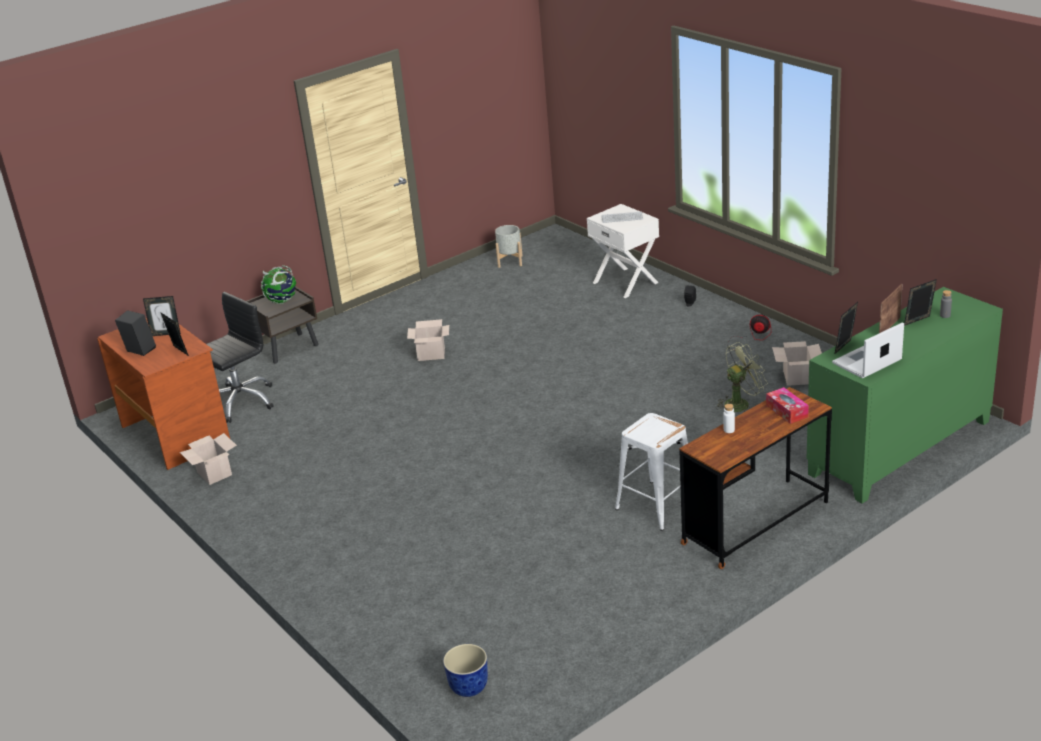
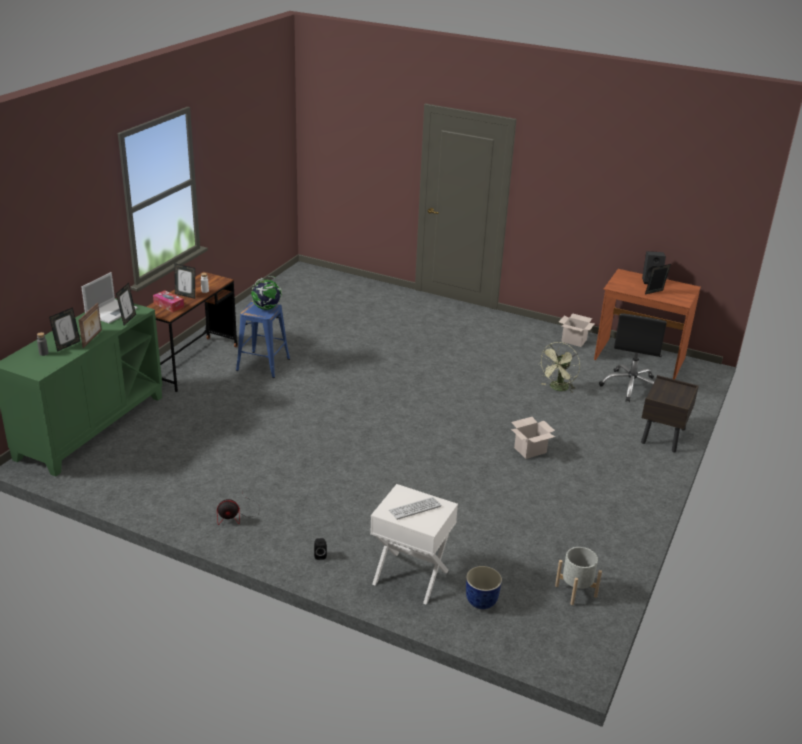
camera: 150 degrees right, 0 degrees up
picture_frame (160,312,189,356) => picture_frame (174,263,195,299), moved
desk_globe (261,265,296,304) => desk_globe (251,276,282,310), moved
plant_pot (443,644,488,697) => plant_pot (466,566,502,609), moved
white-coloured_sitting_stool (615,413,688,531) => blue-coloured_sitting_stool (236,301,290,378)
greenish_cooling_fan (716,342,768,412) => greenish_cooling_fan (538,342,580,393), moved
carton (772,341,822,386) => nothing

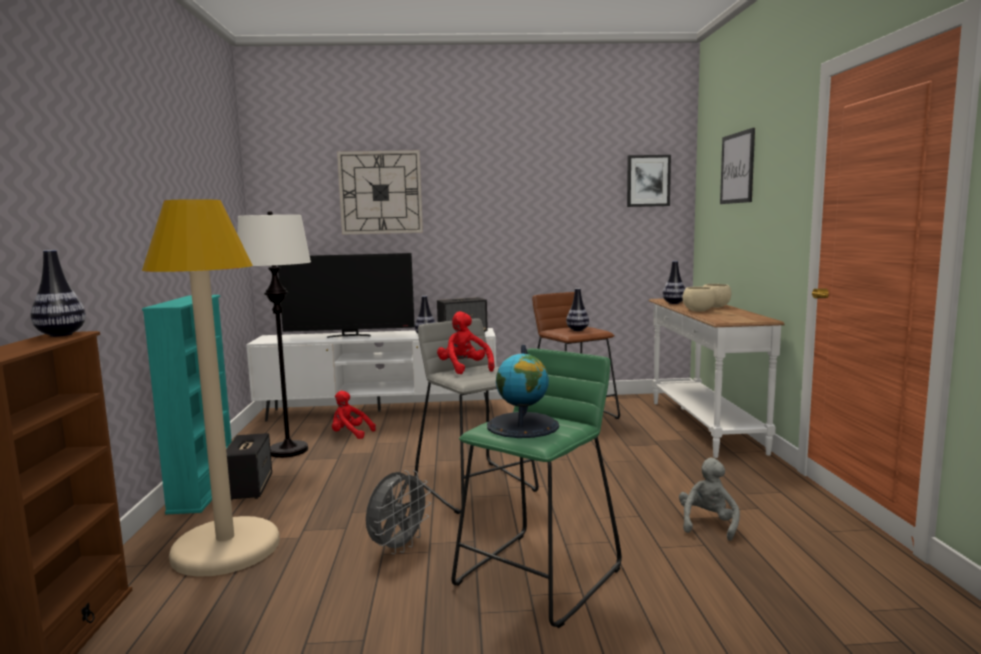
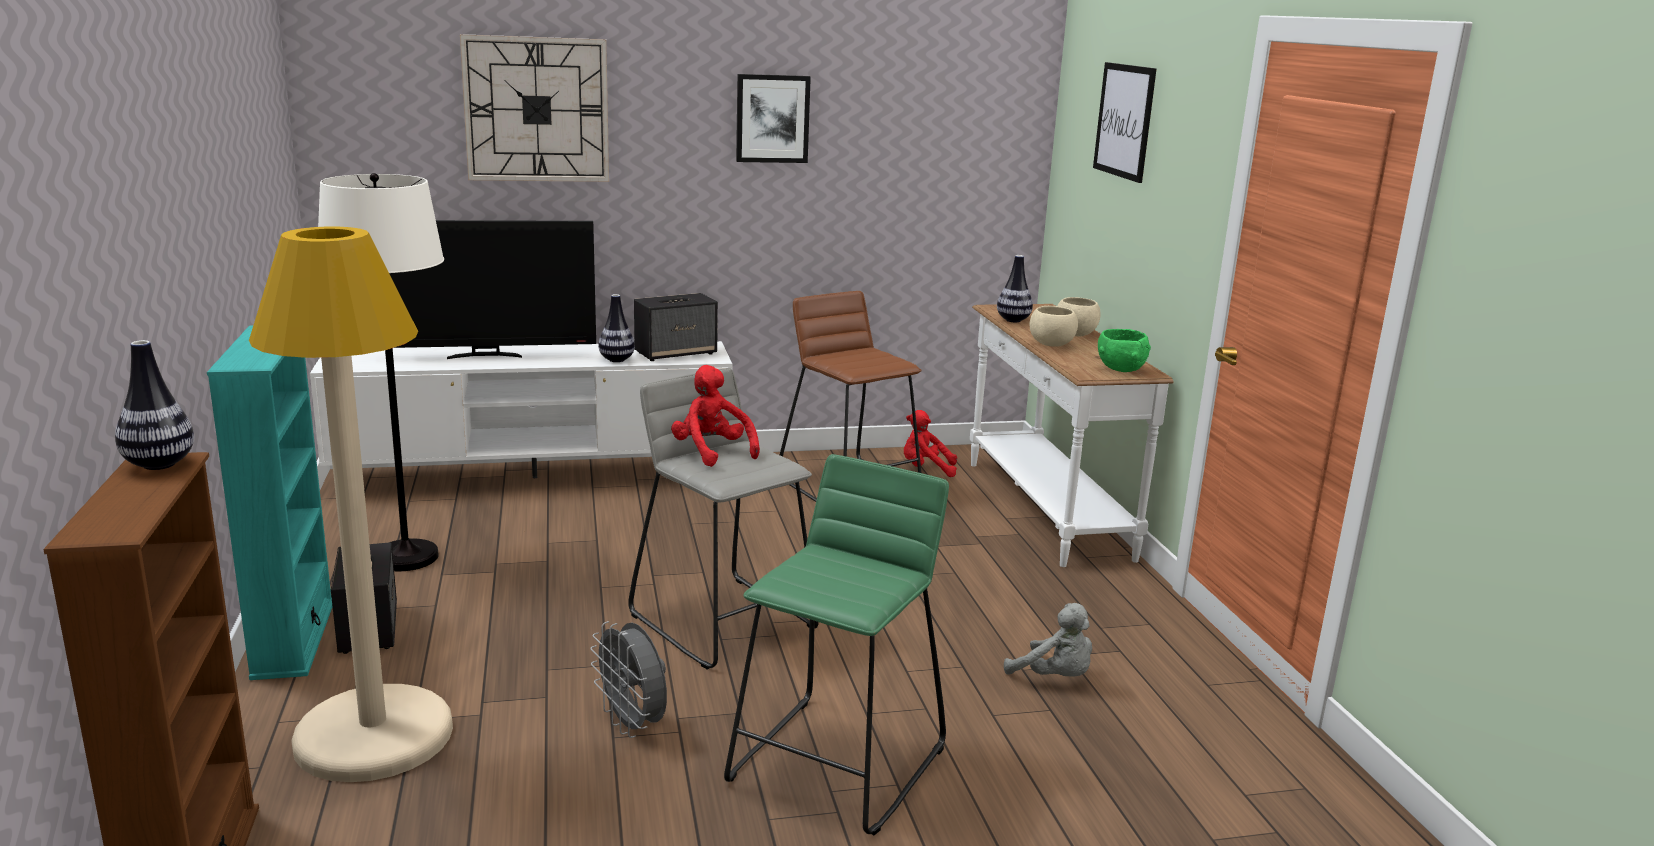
camera: 10 degrees left, 10 degrees up
reddish_cuddly_toy (332,391,376,439) => reddish_cuddly_toy (904,410,957,477), moved
gray_cooling_fan (366,470,431,554) => gray_cooling_fan (590,621,667,738), 120 degrees clockwise
desk_globe (487,345,559,438) => nothing
decorative_vase (566,288,589,331) => nothing
picture (627,155,671,207) => picture (736,74,811,163), moved
gray_cuddly_toy (679,458,740,541) => gray_cuddly_toy (1004,603,1092,676), 120 degrees clockwise
nothing => greenish_deep_dish (1098,329,1151,372)

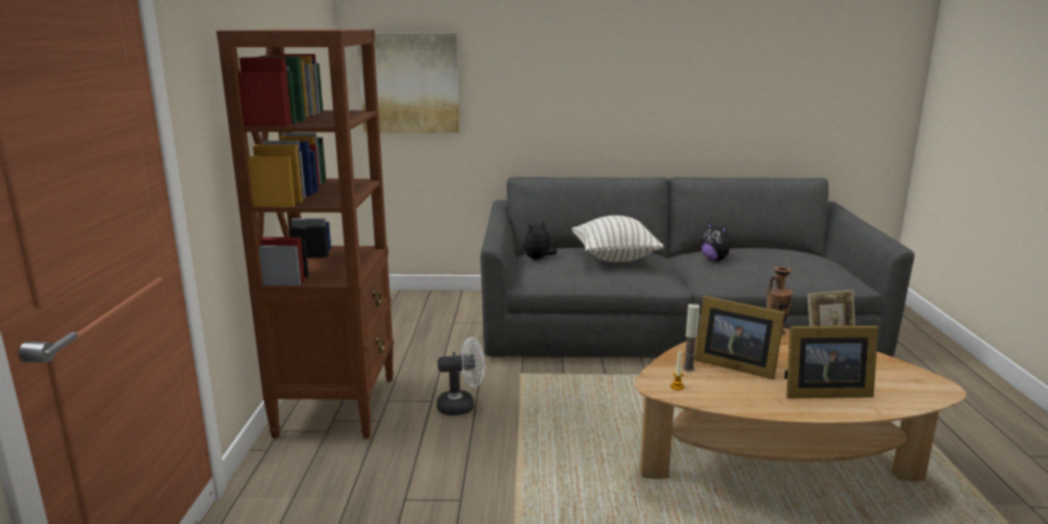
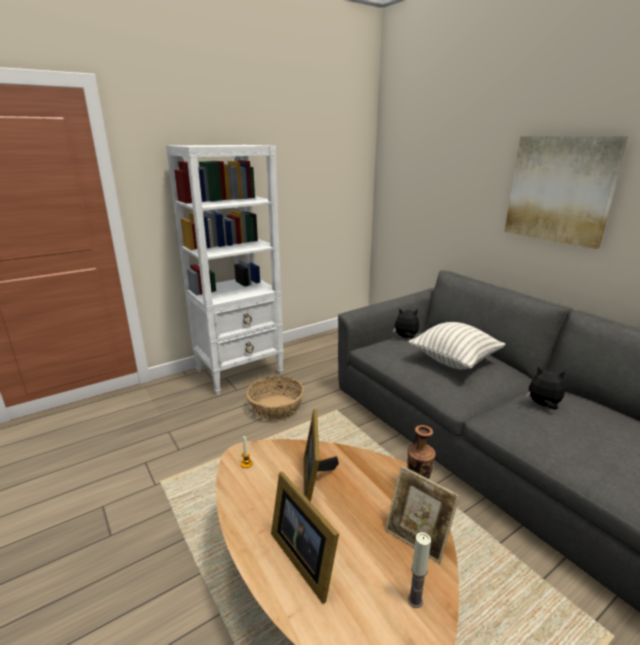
camera: 55 degrees right, 5 degrees up
brownish_bookshelf (216,29,394,439) => white-coloured_bookshelf (166,145,284,395)
picture (358,33,459,133) => picture (504,136,628,249), moved
white-coloured_cooling_fan (437,337,485,416) => storage_basket (246,376,304,420)
wax_light (683,304,700,371) => wax_light (408,532,431,608), moved
cuddly_toy (701,222,735,261) => cuddly_toy (526,366,565,410), 90 degrees clockwise

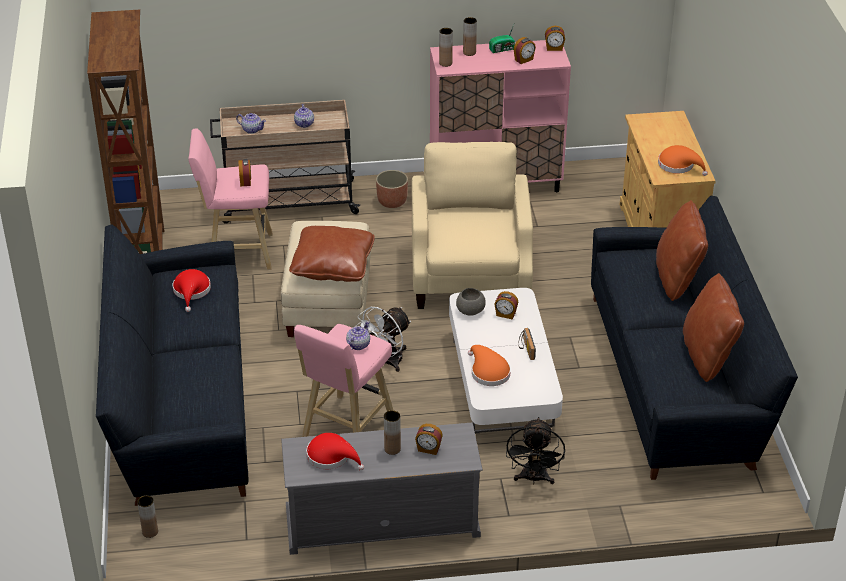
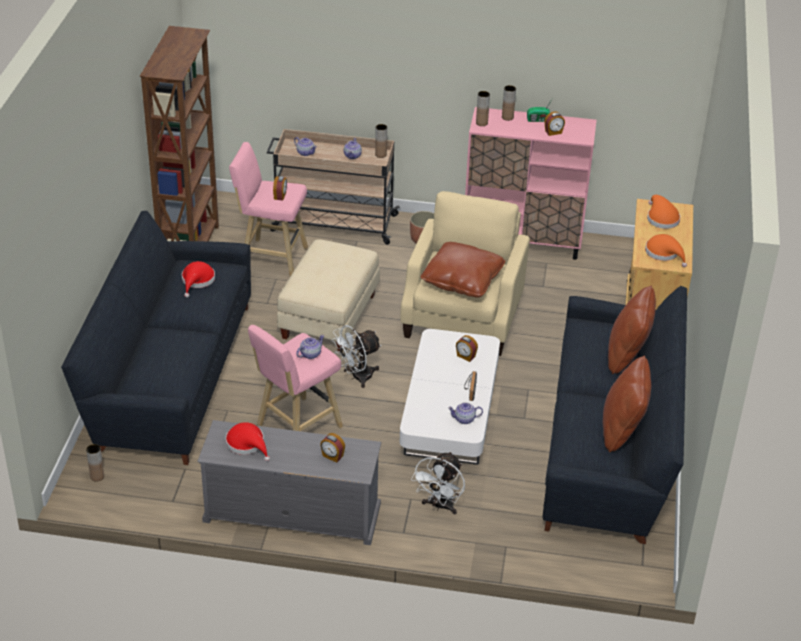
camera: 15 degrees right, 0 degrees up
brownish_pillow (289,226,375,282) => brownish_pillow (421,242,505,298), moved
brownish_decorative_vase (384,410,401,455) => brownish_decorative_vase (375,124,387,158), moved
gray_deep_dish (456,288,486,316) => nothing
orange-coloured_wearable_hat (468,345,511,386) => orange-coloured_wearable_hat (647,195,680,229), moved
black-coloured_cooling_fan (506,417,565,484) => white-coloured_cooling_fan (411,451,465,515)
bedside_clock (545,26,565,51) => nothing
nothing => tea_pot (448,402,483,424)

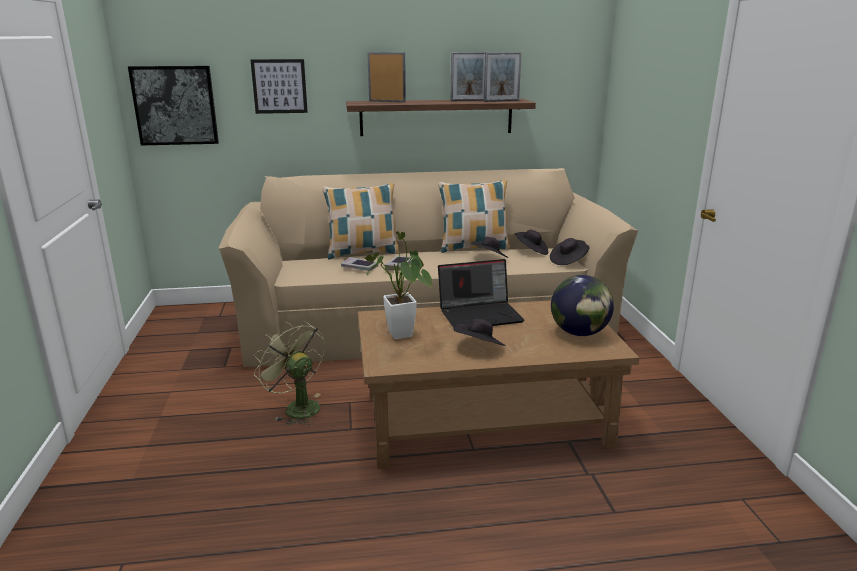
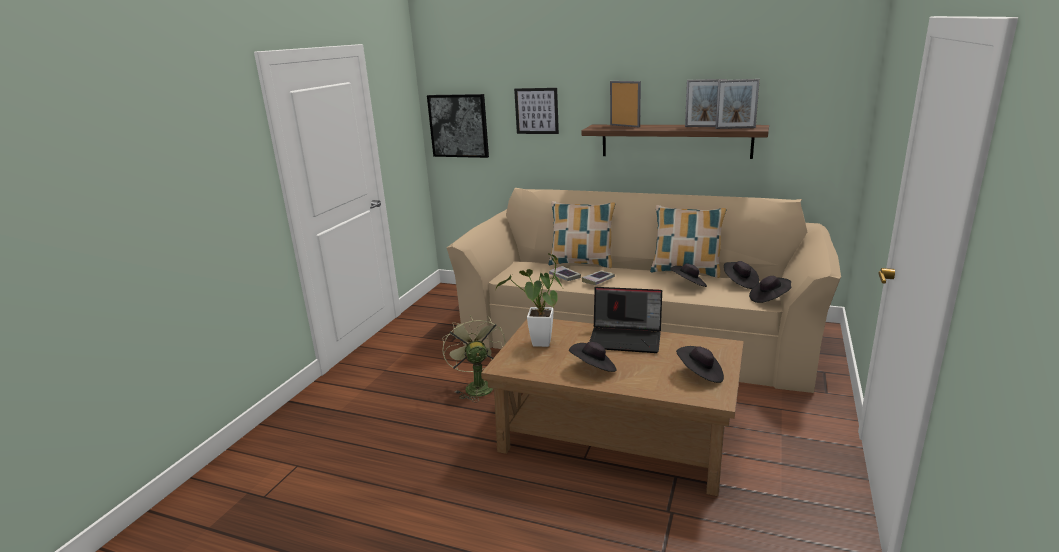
camera: 30 degrees right, 0 degrees up
desk_globe (551,275,614,336) => black-coloured_wearable_hat (676,346,724,383)

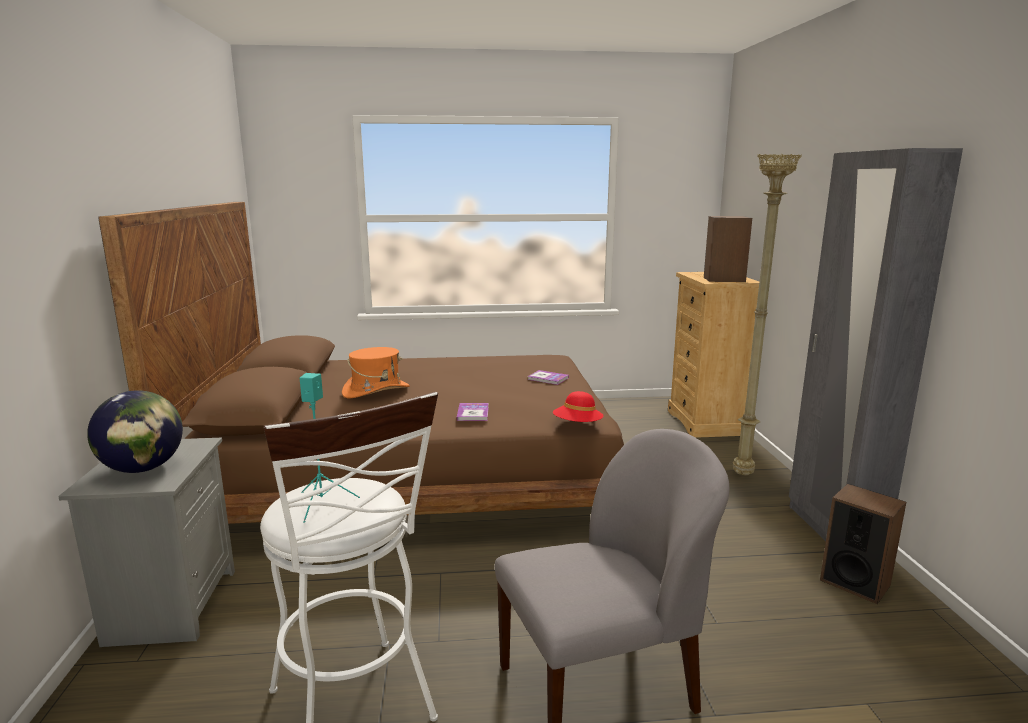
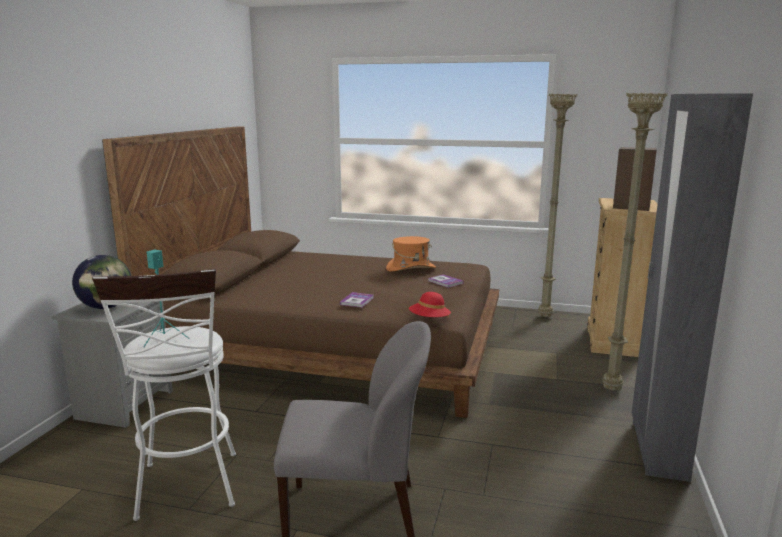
camera: 20 degrees right, 0 degrees up
orange-coloured_wearable_hat (342,347,410,398) => orange-coloured_wearable_hat (386,236,436,272), moved
audio_speaker (820,484,906,604) => nothing
nothing => beige_floor_lamp (538,94,577,317)

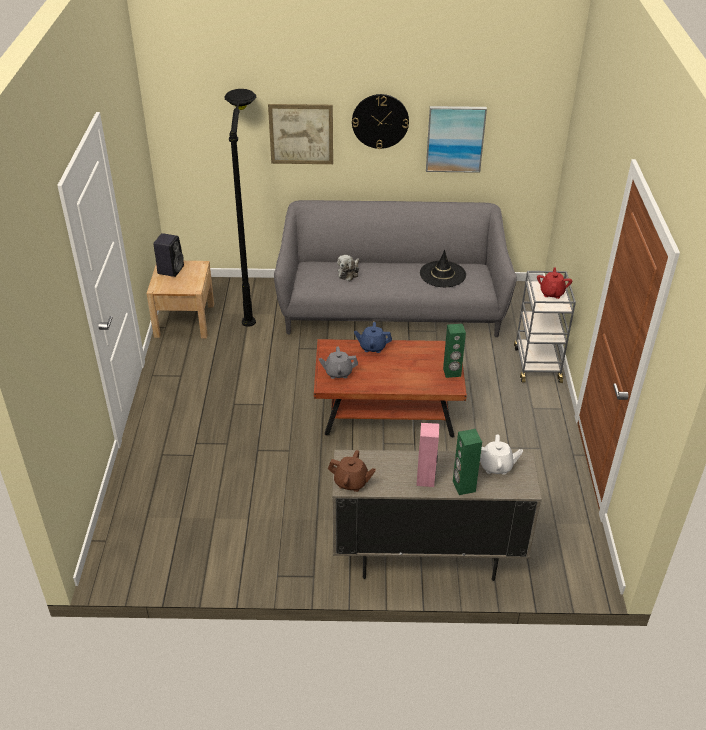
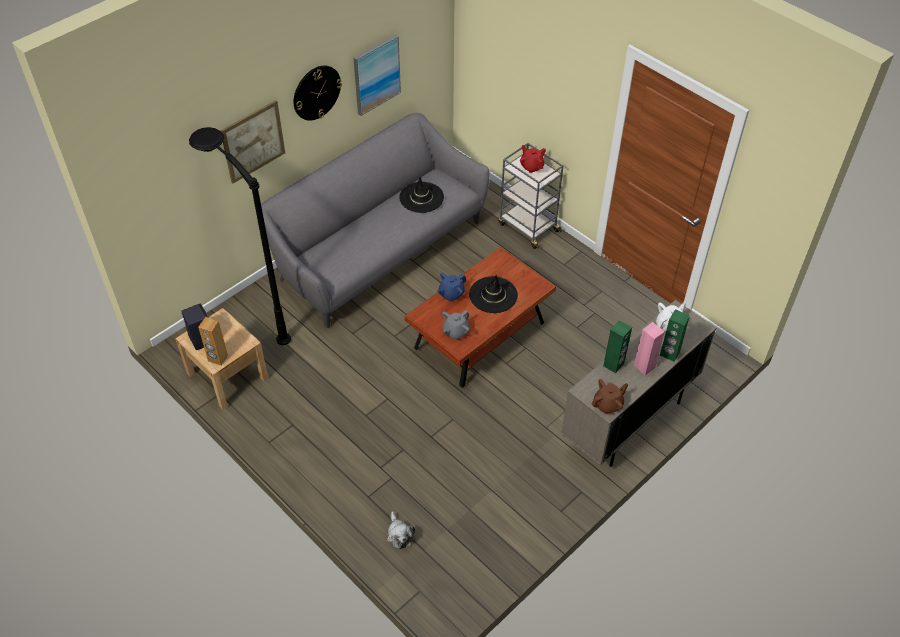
camera: 45 degrees left, 10 degrees up
cuddly_toy (337,255,359,281) => cuddly_toy (387,511,415,549), moved
greenish_audio_speaker (443,324,466,378) => greenish_audio_speaker (603,320,632,373), moved
nothing => brownish_audio_speaker (198,317,228,366)
nothing => black-coloured_wearable_hat (469,275,518,313)

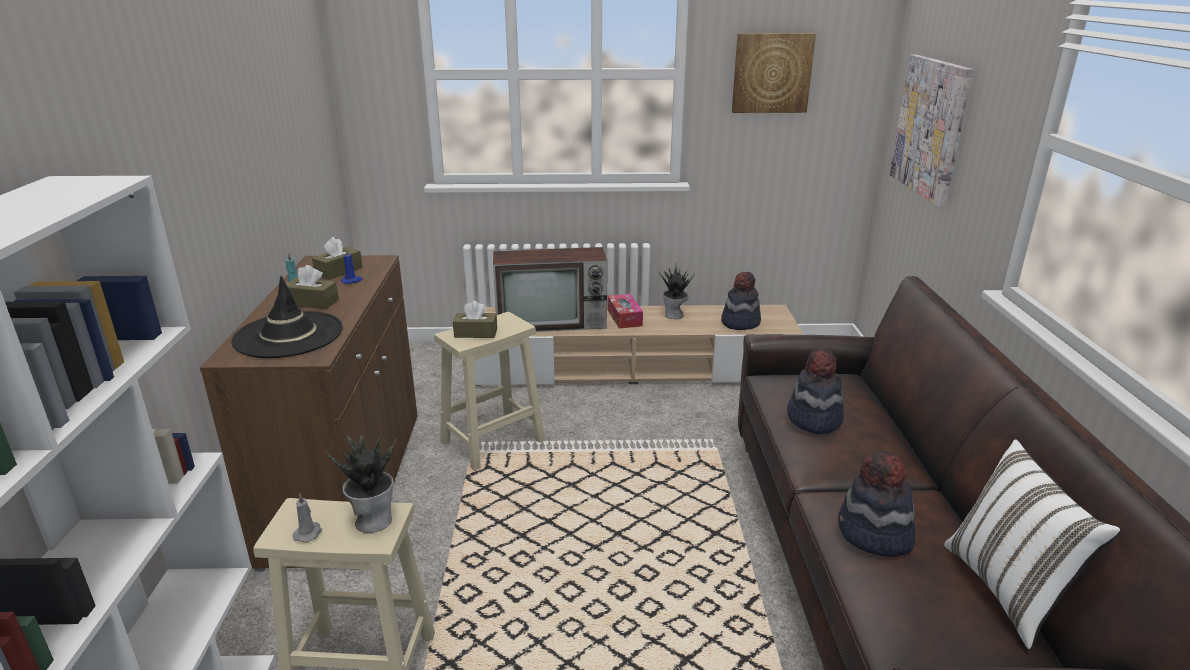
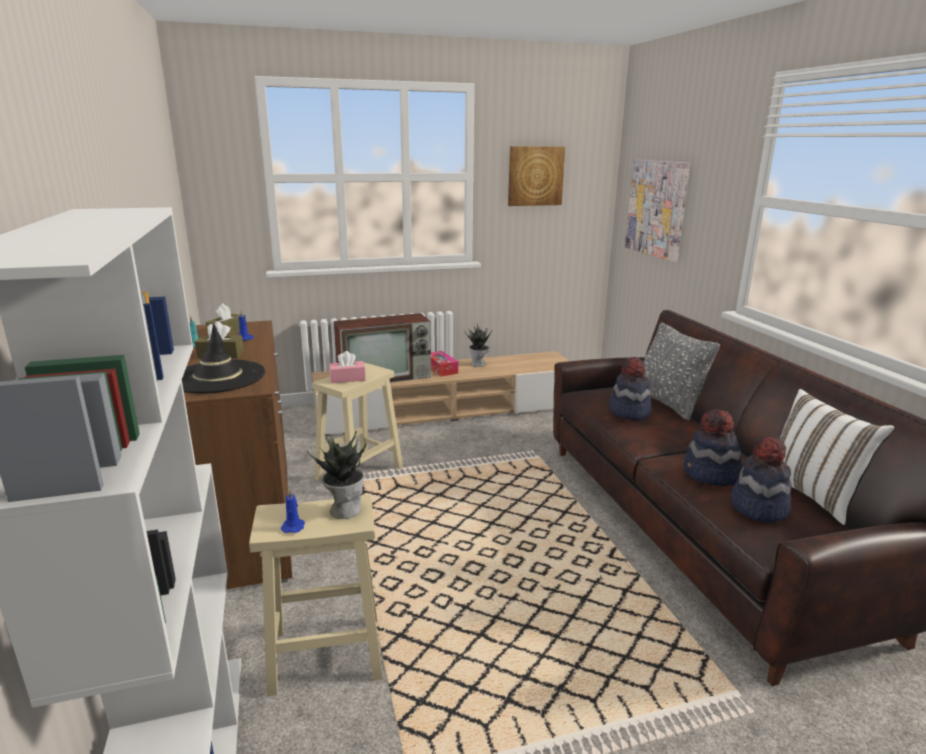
camera: 15 degrees left, 5 degrees down
gray_wax_light (292,493,322,543) => blue-coloured_wax_light (281,489,305,533)
brownish_tissue_box (453,301,497,338) => pink_tissue_box (330,351,366,383)
wearable_hat (721,272,761,330) => wearable_hat (730,435,791,523), moved
nothing => gray_pillow (643,322,720,420)

